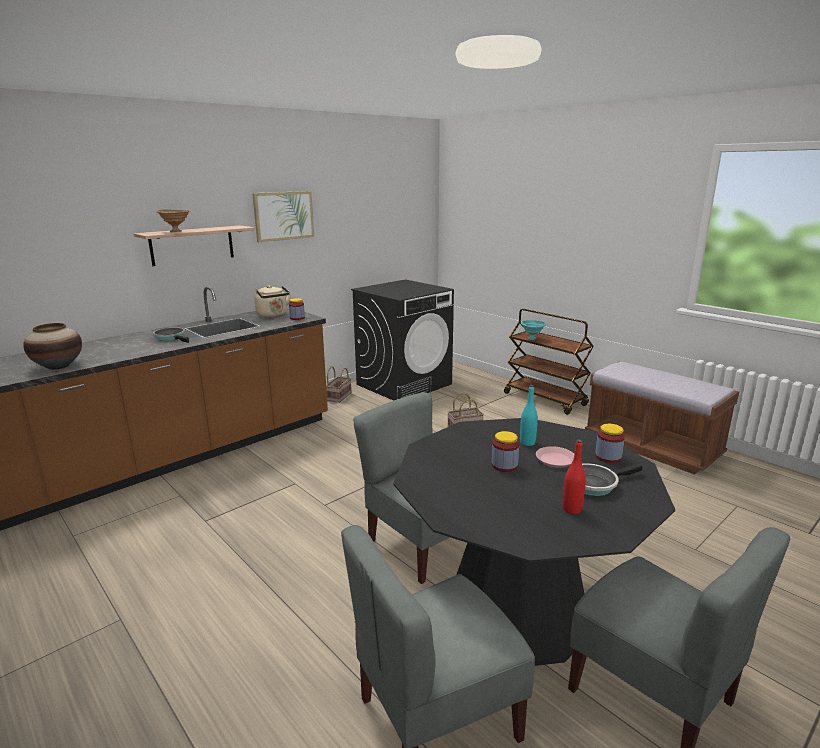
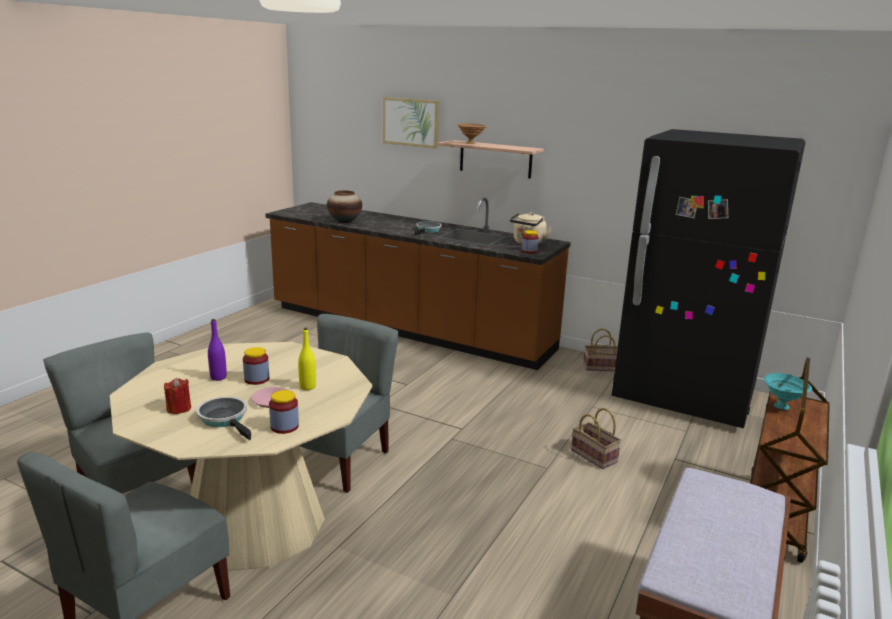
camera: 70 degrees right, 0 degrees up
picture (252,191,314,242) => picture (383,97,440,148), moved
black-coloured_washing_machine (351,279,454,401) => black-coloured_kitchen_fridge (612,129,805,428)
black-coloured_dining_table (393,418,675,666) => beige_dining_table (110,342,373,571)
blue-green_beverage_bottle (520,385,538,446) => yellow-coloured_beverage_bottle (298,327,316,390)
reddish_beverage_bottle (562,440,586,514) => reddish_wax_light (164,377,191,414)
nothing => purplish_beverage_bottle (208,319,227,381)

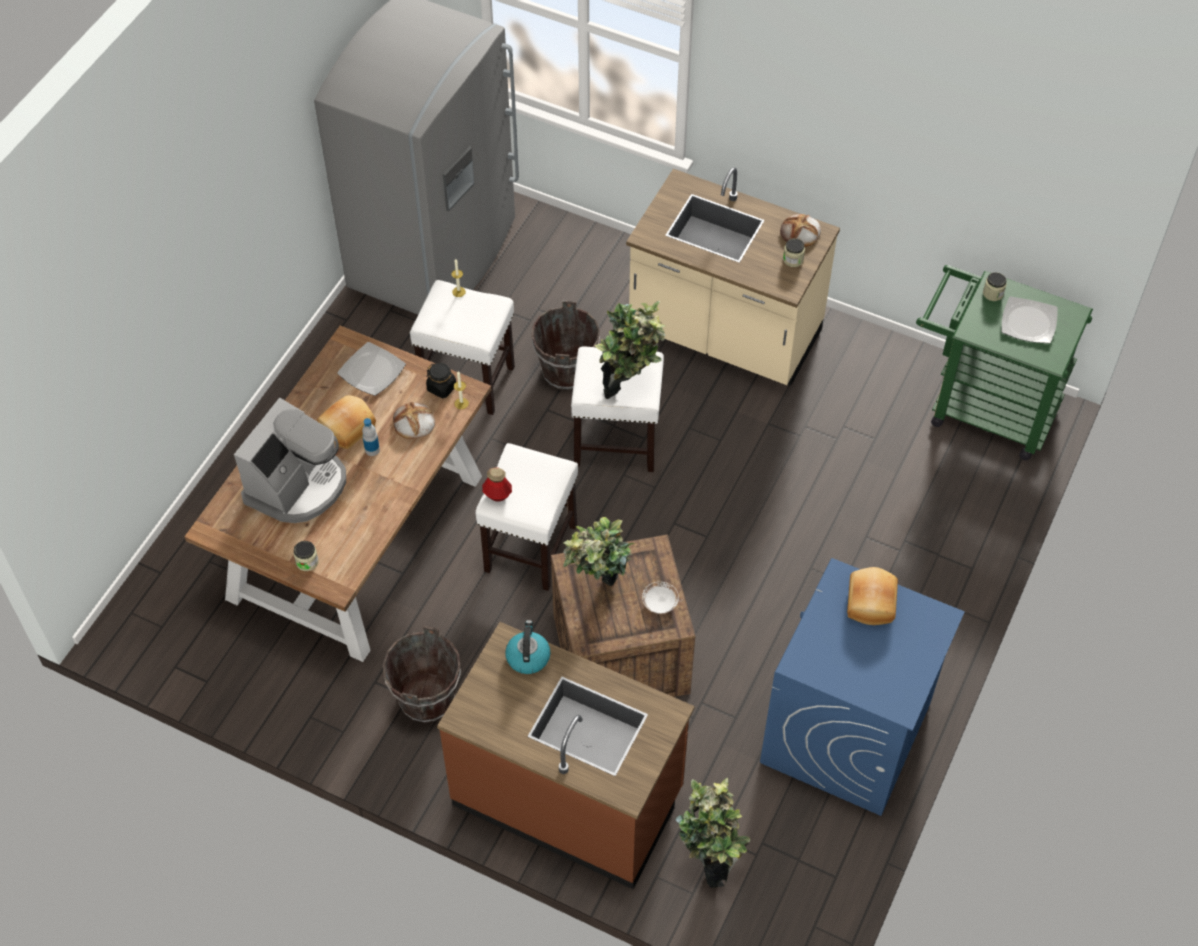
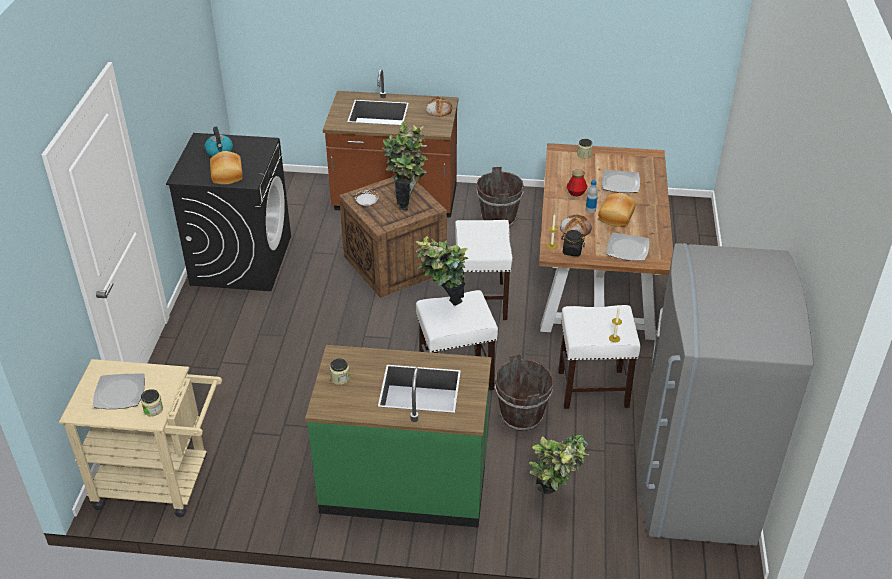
camera: 160 degrees right, 15 degrees down
coffee_machine (234,398,346,523) => plate (602,170,640,193)
beverage_bottle (482,467,512,501) => beverage_bottle (567,169,587,196), moved
tea_kettle (505,620,551,674) => tea_kettle (204,127,233,157), moved
beige_kitchen_base_unit (626,167,840,386) => greenish_kitchen_base_unit (305,345,491,527)
potted_plant (675,778,750,888) => potted_plant (529,432,589,494), moved
blue-coloured_washing_machine (760,558,965,816) => black-coloured_washing_machine (166,133,291,291)
bakery_bread (780,214,821,247) => bakery_bread (425,96,452,117), moved
greenish_wheeled_cart (916,265,1093,460) => beige_wheeled_cart (59,359,222,517)

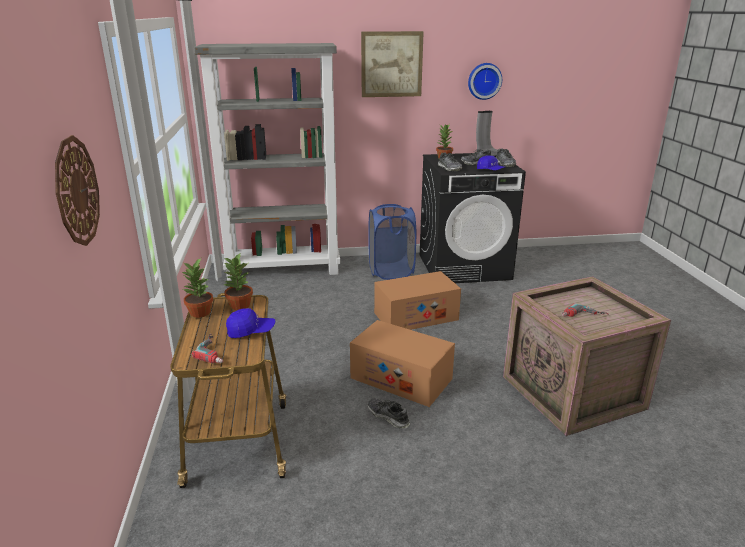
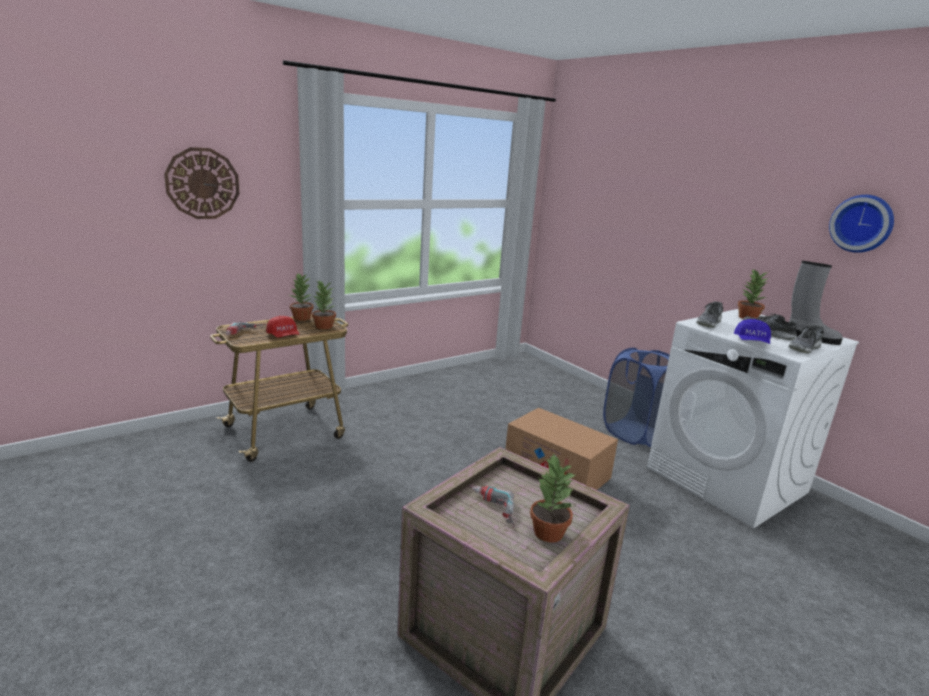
camera: 60 degrees right, 5 degrees down
gray_bookshelf (194,43,340,281) => nothing
blue-coloured_baseball_cap (226,308,275,338) => reddish_baseball_cap (266,316,300,337)
carton (350,320,455,407) => nothing
picture (361,31,424,97) => nothing
low_shoe (367,398,410,429) => nothing
black-coloured_washing_machine (420,153,526,283) => white-coloured_washing_machine (647,309,859,528)
nothing => potted_plant (530,453,577,543)

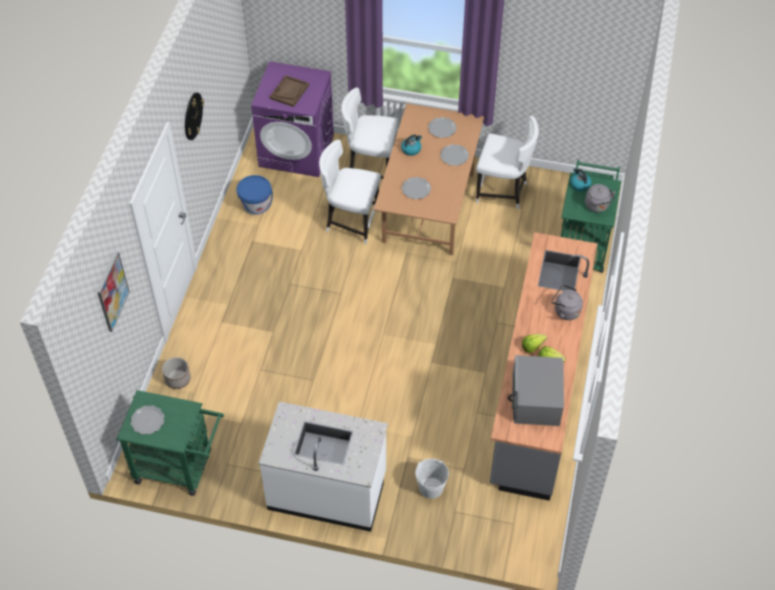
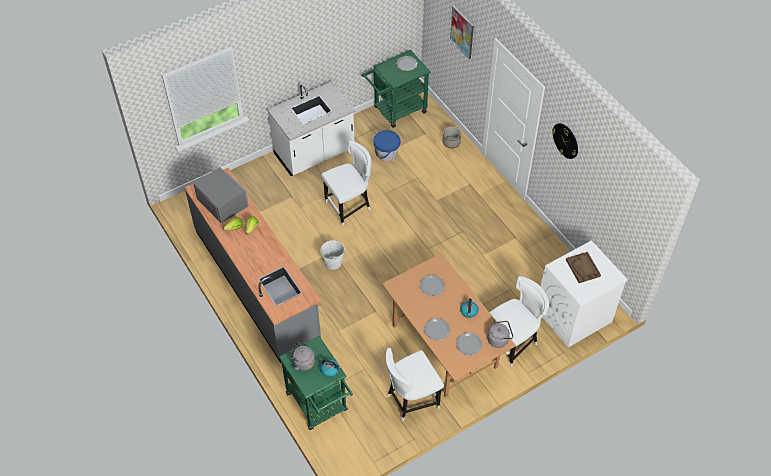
camera: 135 degrees right, 0 degrees up
blue-coloured_bucket (236,175,273,215) => blue-coloured_bucket (374,130,400,161), moved
purplish_washing_machine (251,61,334,177) => white-coloured_washing_machine (541,240,628,347)
white-coloured_upright_chair (319,140,381,244) => white-coloured_upright_chair (321,141,371,226), moved
white-coloured_bucket (415,459,449,499) => white-coloured_bucket (321,239,345,270), moved
gray_tea_kettle (552,285,583,320) => gray_tea_kettle (487,320,513,348), moved

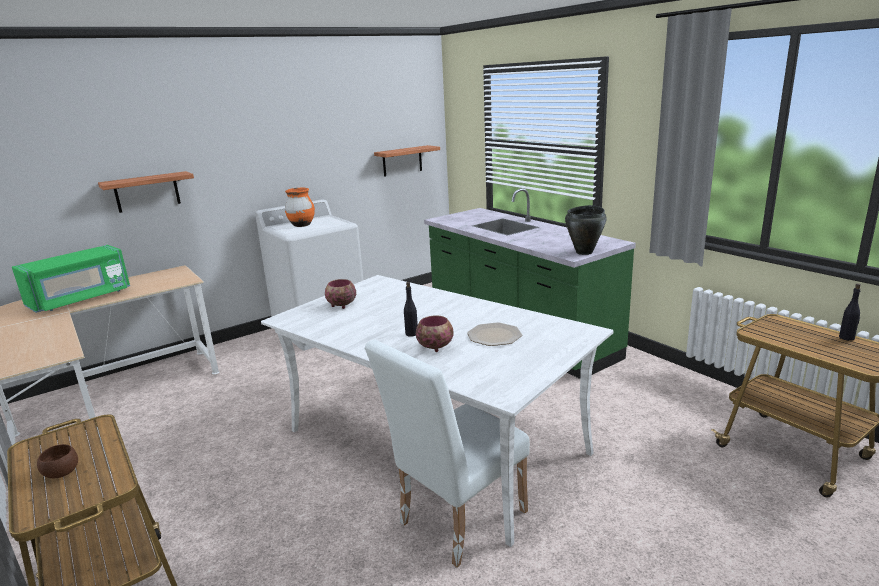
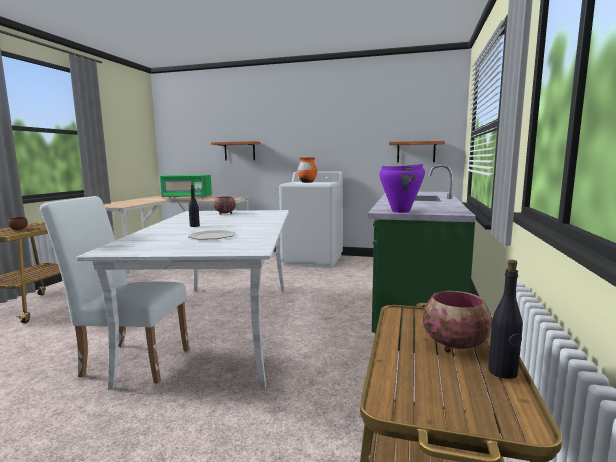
camera: 50 degrees right, 10 degrees down
deep_dish (416,316,454,352) => deep_dish (423,291,492,353), moved
black-coloured_saucepot (565,205,607,255) => purplish_saucepot (379,164,425,213)

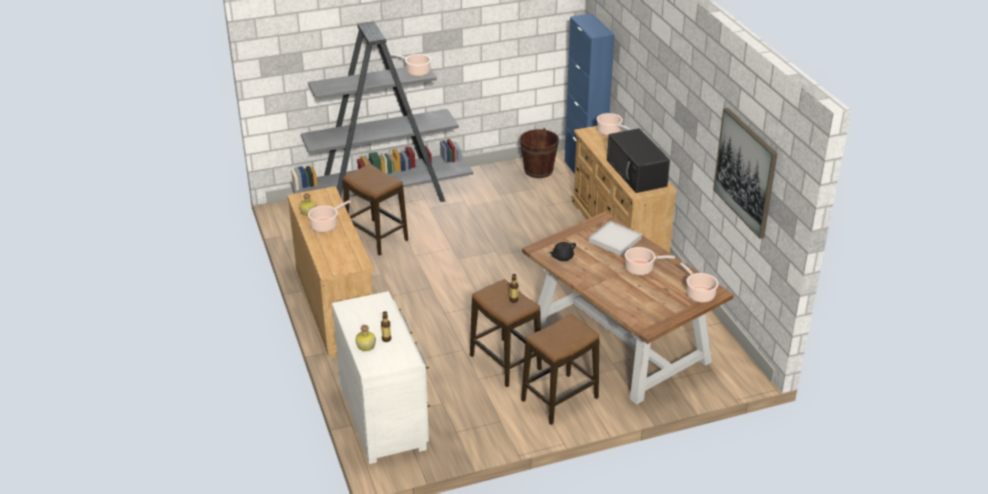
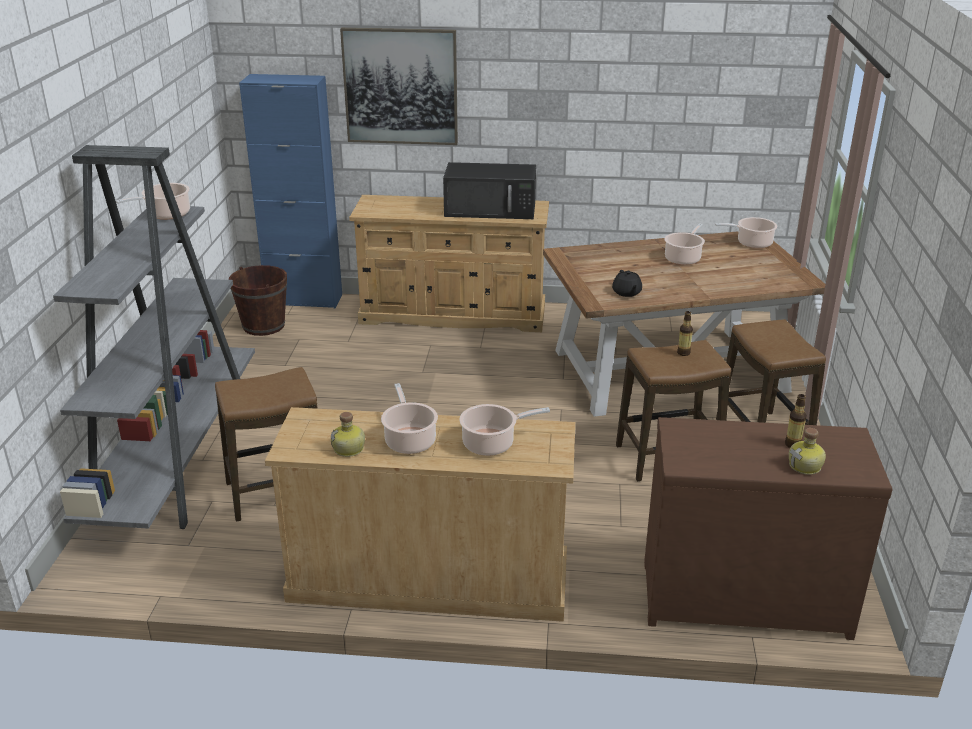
camera: 65 degrees left, 5 degrees down
white-coloured_chest_of_drawers (332,291,430,464) => brownish_chest_of_drawers (644,417,893,640)
white-coloured_serving_tray (589,221,642,256) => nothing
saucepot (597,113,631,136) => saucepot (459,404,550,456), moved
picture (713,108,777,239) => picture (340,27,458,145), moved

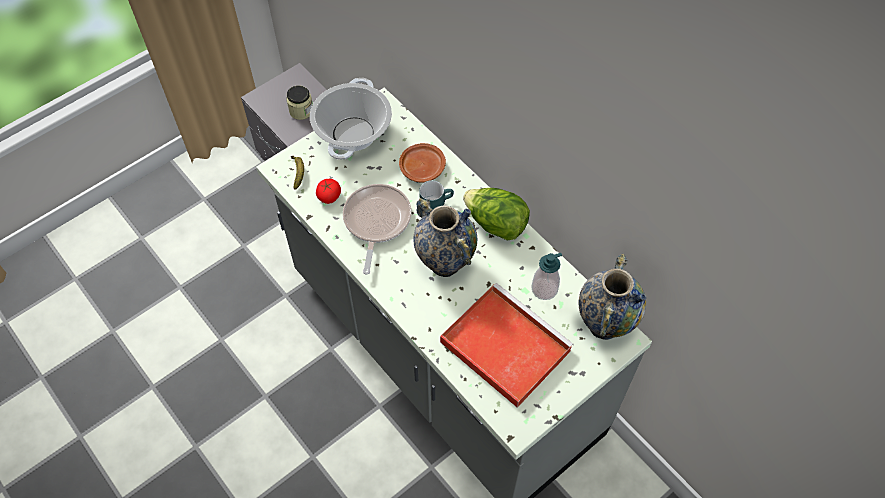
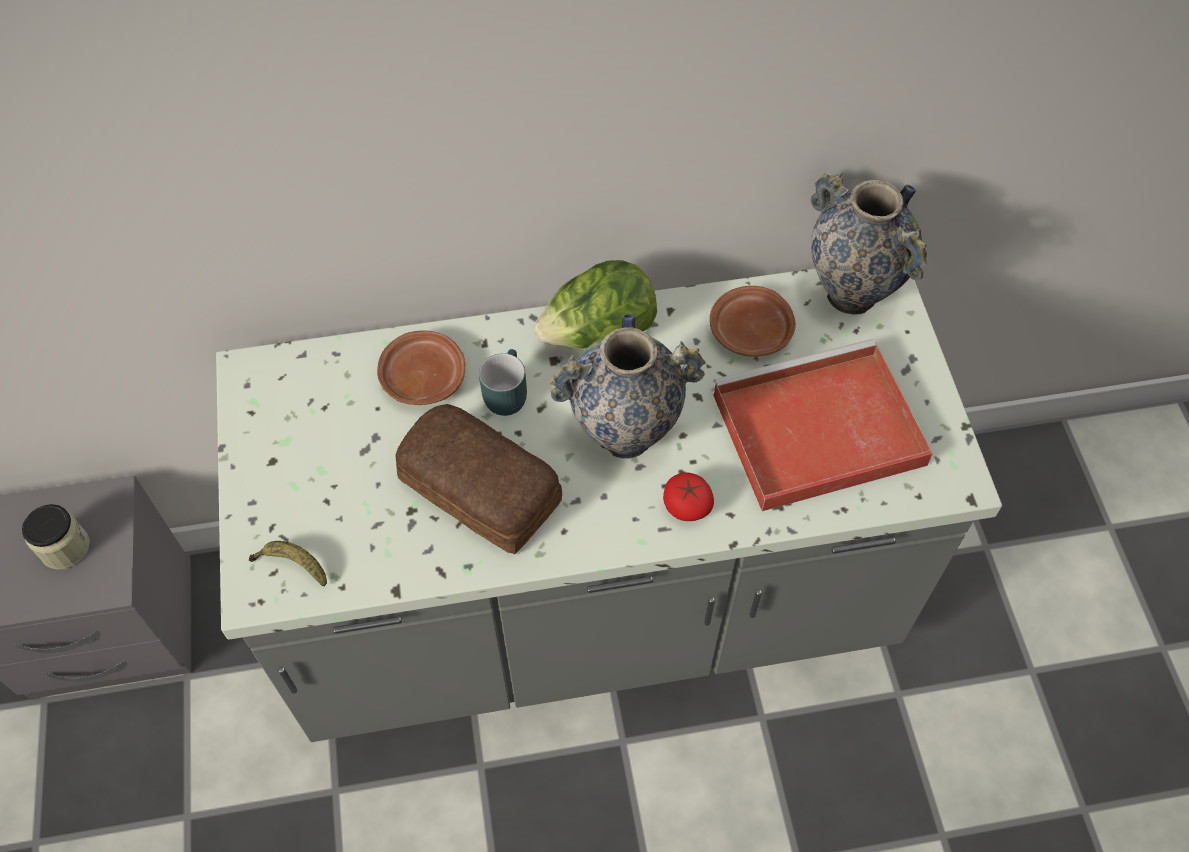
camera: 60 degrees left, 0 degrees up
saucepot (310,78,392,160) => nothing
whole_tomato (316,179,341,204) => whole_tomato (663,472,714,521), moved
pan (343,184,411,275) => bakery_bread (395,404,562,554)
liquid_soap_bottle (531,253,562,300) => brownish_plate (710,286,796,357)

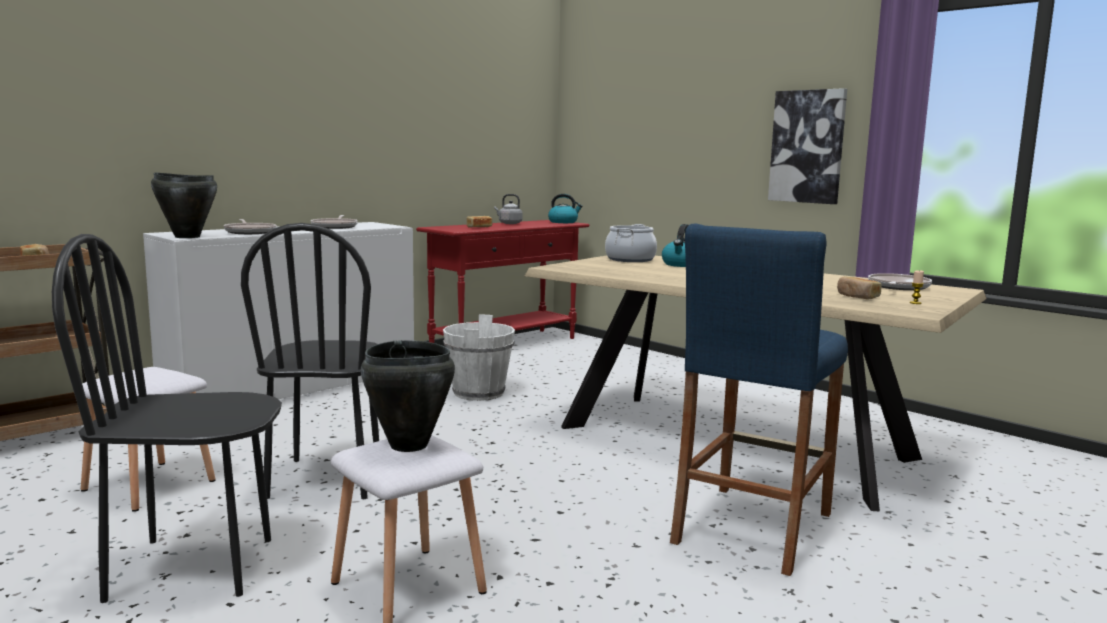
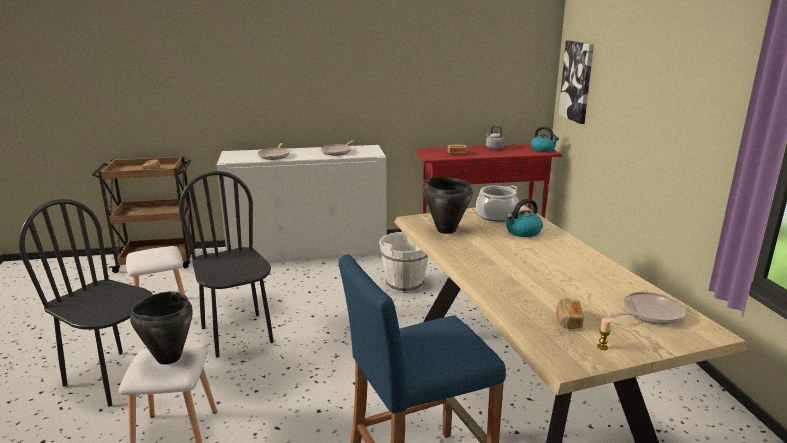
camera: 35 degrees right, 10 degrees up
black-coloured_saucepot (151,172,217,238) => black-coloured_saucepot (423,177,473,234), moved
black-coloured_upright_chair (241,223,379,499) => black-coloured_upright_chair (179,171,274,357), 120 degrees clockwise
picture (768,88,847,204) => picture (558,41,594,124), moved

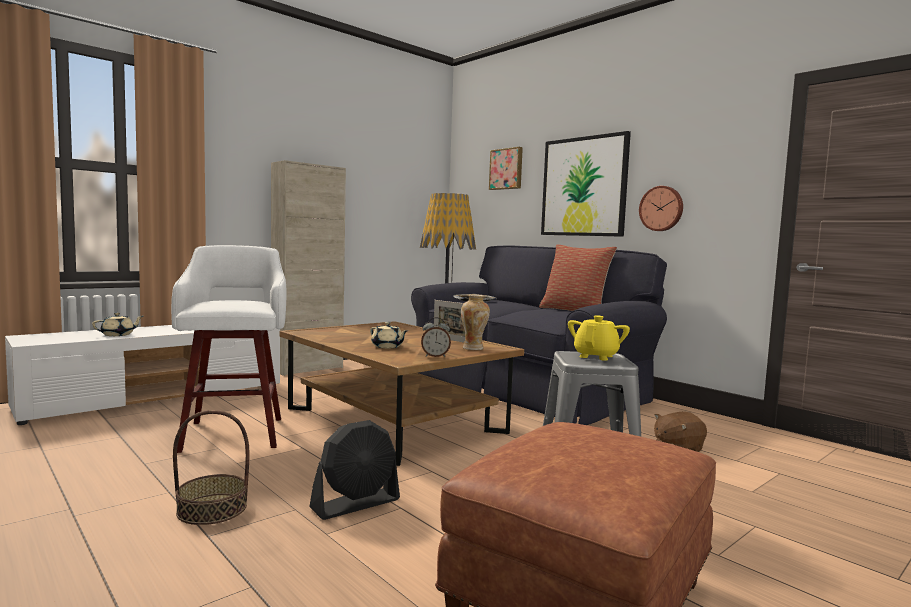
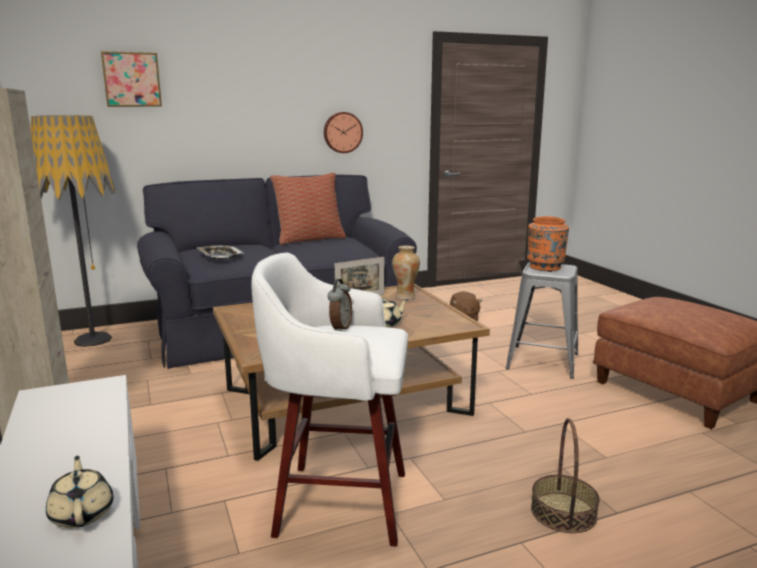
camera: 70 degrees left, 10 degrees up
black-coloured_cooling_fan (310,420,400,520) => nothing
bedside_clock (421,317,451,357) => bedside_clock (328,279,352,331), moved
picture (541,131,631,237) => nothing
yellow-coloured_tea_pot (568,316,630,361) => orange-coloured_decorative_vase (527,216,569,271)

